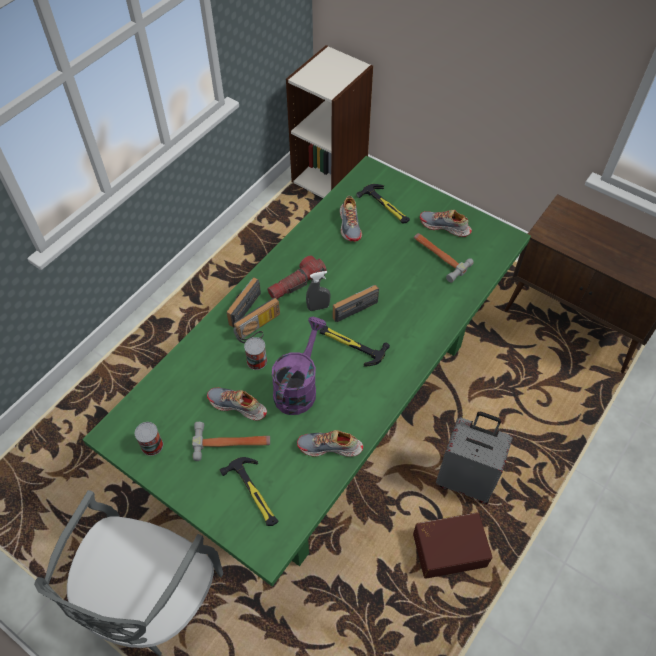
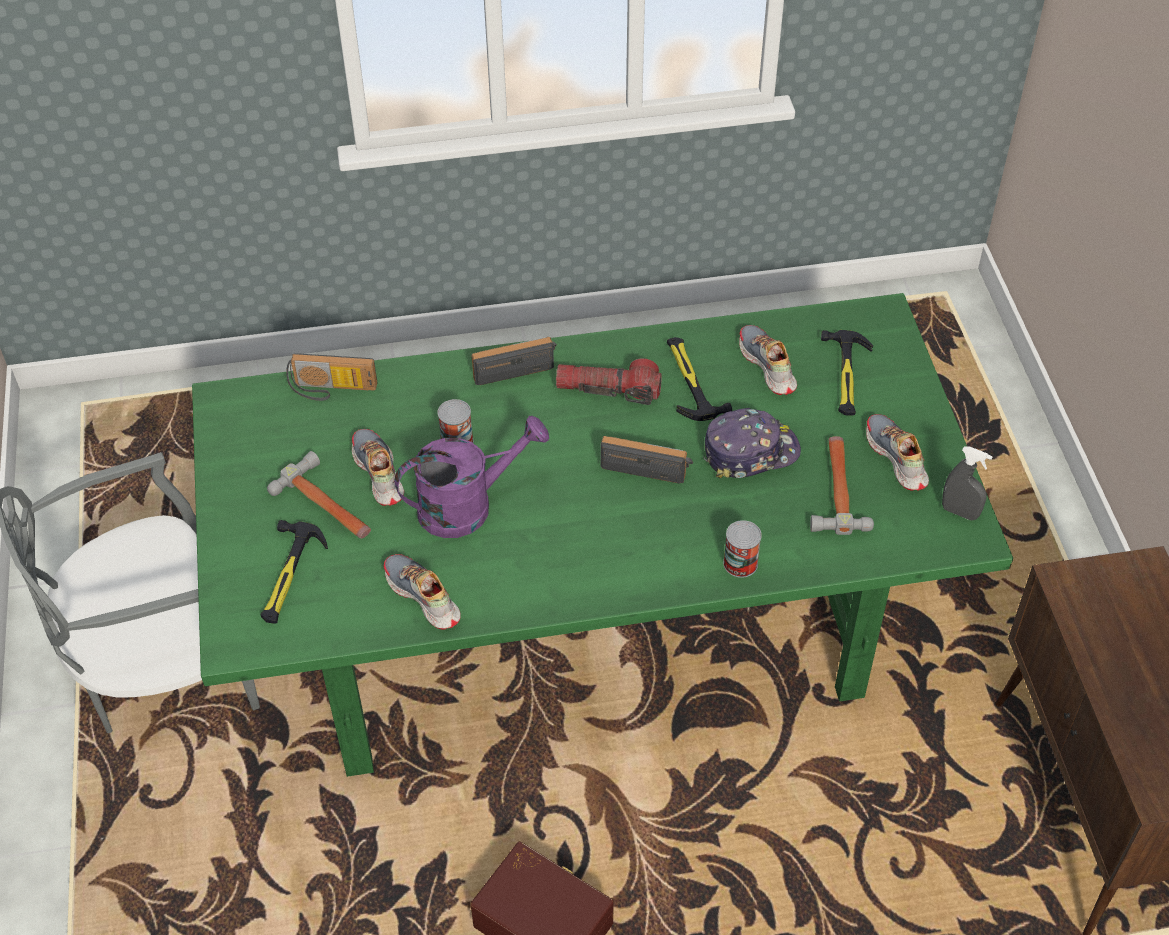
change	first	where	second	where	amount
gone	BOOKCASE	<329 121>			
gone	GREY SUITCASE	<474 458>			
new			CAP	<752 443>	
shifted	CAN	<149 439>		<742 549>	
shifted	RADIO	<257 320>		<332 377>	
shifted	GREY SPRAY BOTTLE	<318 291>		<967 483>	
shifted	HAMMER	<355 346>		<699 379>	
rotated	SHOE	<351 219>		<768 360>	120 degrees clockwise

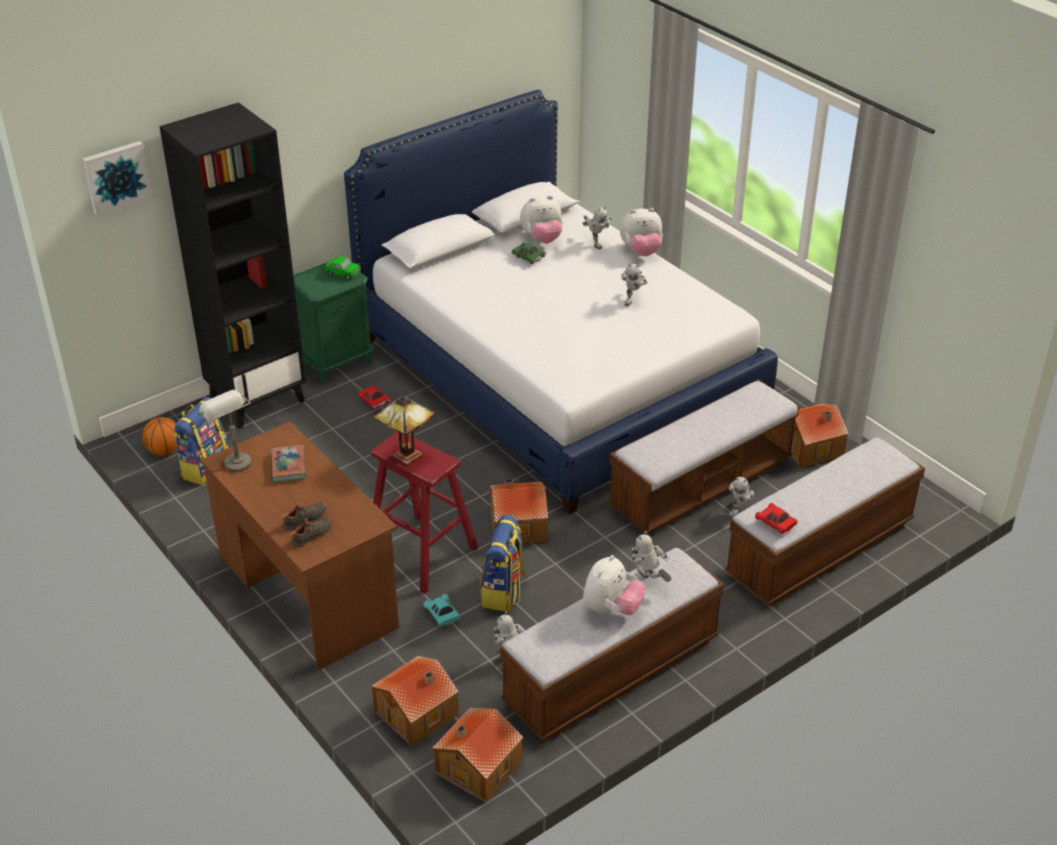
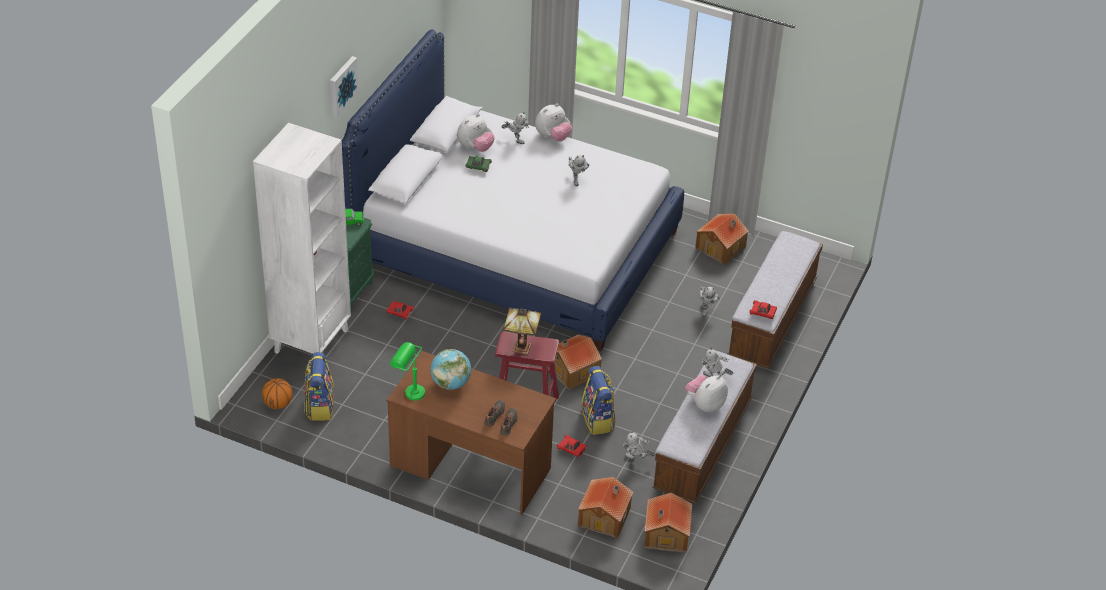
change	first	where	second	where	amount
gone	BENCH	<703 457>			
shifted	PICTURE	<117 178>		<344 87>	
swapped	BOOK	<288 464>	GLOBE	<451 369>	
repainted	BLACK BOOKCASE	<233 265>	WHITE BOOKCASE	<302 238>	
repainted	GREY TABLE LAMP	<224 431>	GREEN TABLE LAMP	<407 371>	
repainted	TURQUOISE TOY CAR	<441 610>	RED TOY CAR	<572 446>	
rotated	PLUSH TOY	<614 585>		<706 393>	135 degrees counterclockwise

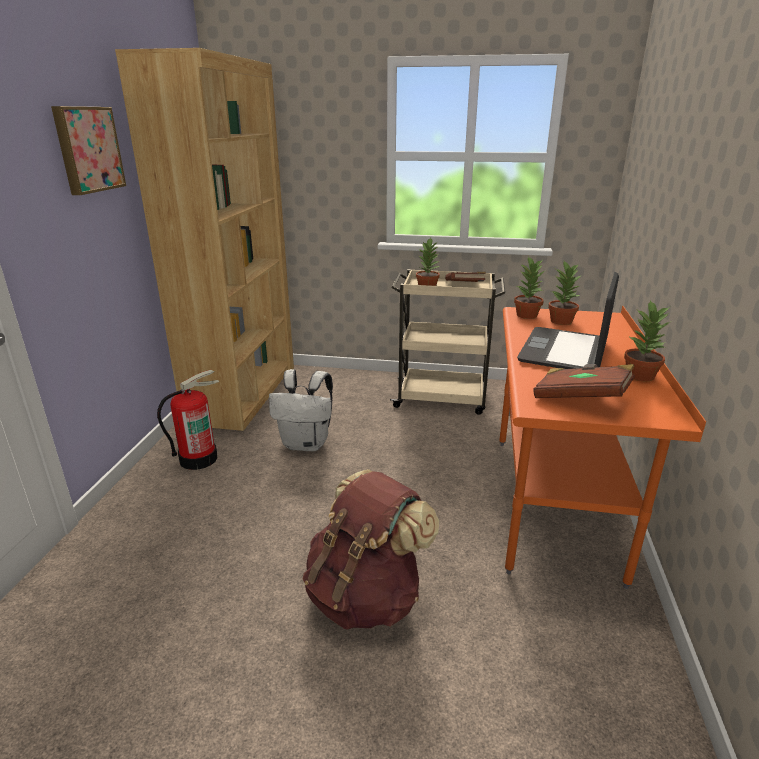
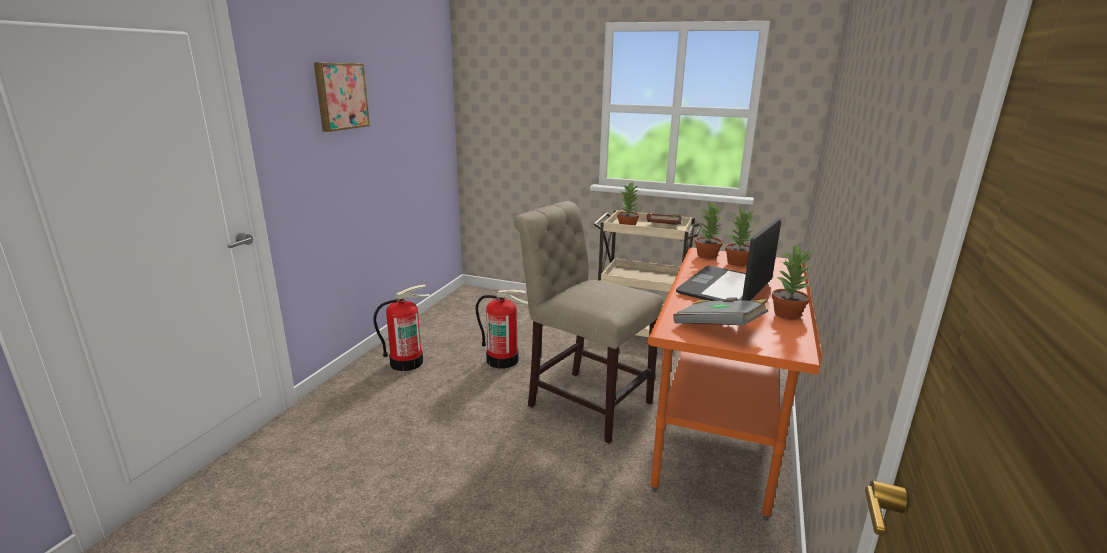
change	first	where	second	where	amount
gone	BROWN BOOKCASE	<204 239>			
gone	BROWN BACKPACK	<371 549>			
new			BEIGE CHAIR	<588 322>	
swapped	WHITE BACKPACK	<301 410>	FIRE EXTINGUISHER	<501 328>	
repainted	BROWN BOOK	<584 381>	GREY BOOK	<720 311>	

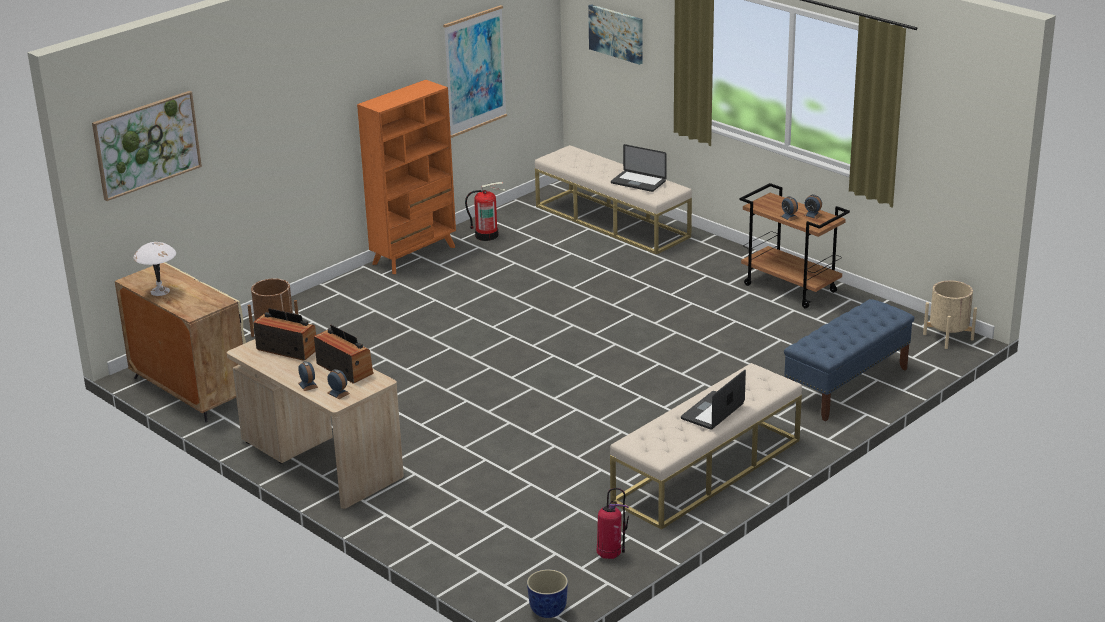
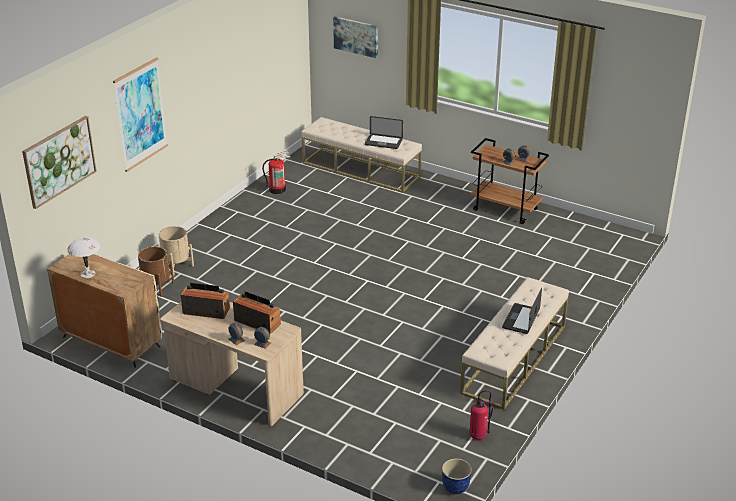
change	first	where	second	where	amount
gone	ORANGE BOOKCASE	<406 177>			
gone	BLUE BENCH	<849 360>			
shifted	PICTURE	<475 71>		<140 114>	
shifted	BEIGE PLANTER	<950 314>		<175 251>	

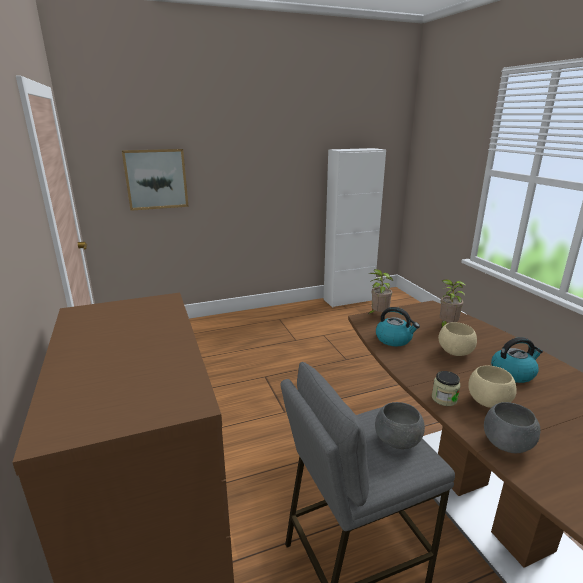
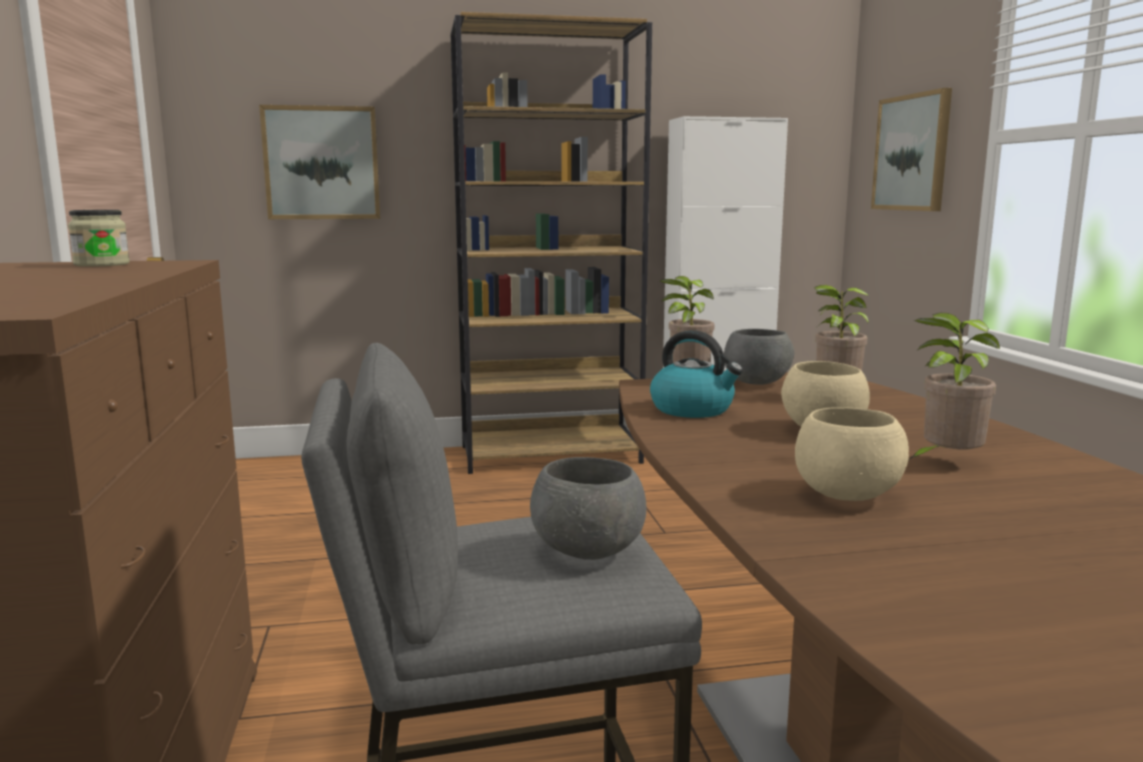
change	first	where	second	where	amount
new			BROWN BOOKCASE	<551 243>	
new			PICTURE	<911 149>	
shifted	JAR	<446 388>		<99 238>	
shifted	GREY BOWL	<512 427>		<759 357>	
swapped	KETTLE	<517 360>	POTTED PLANT	<954 386>	

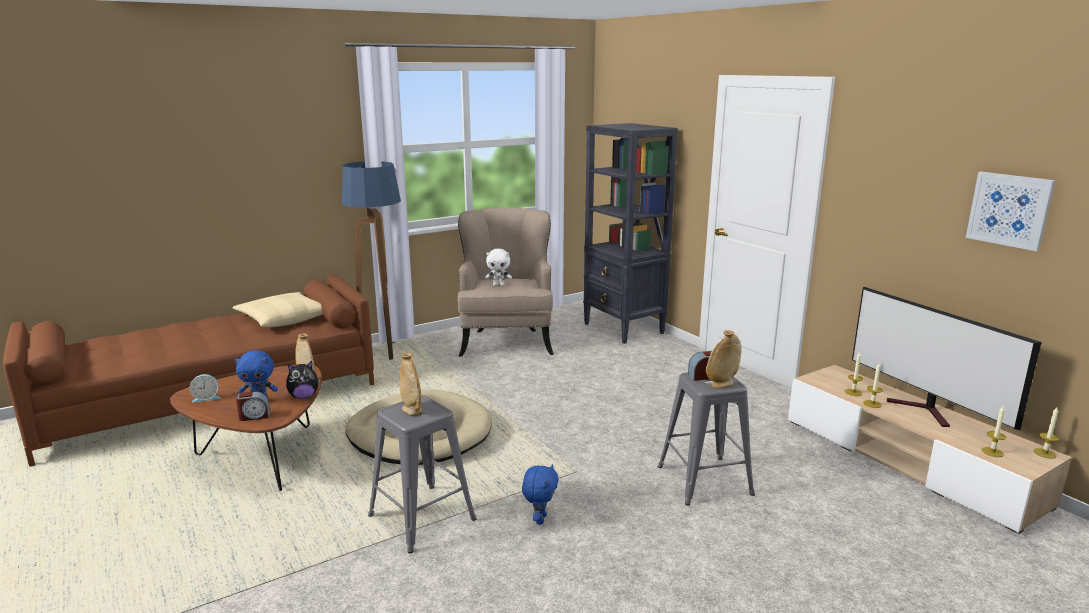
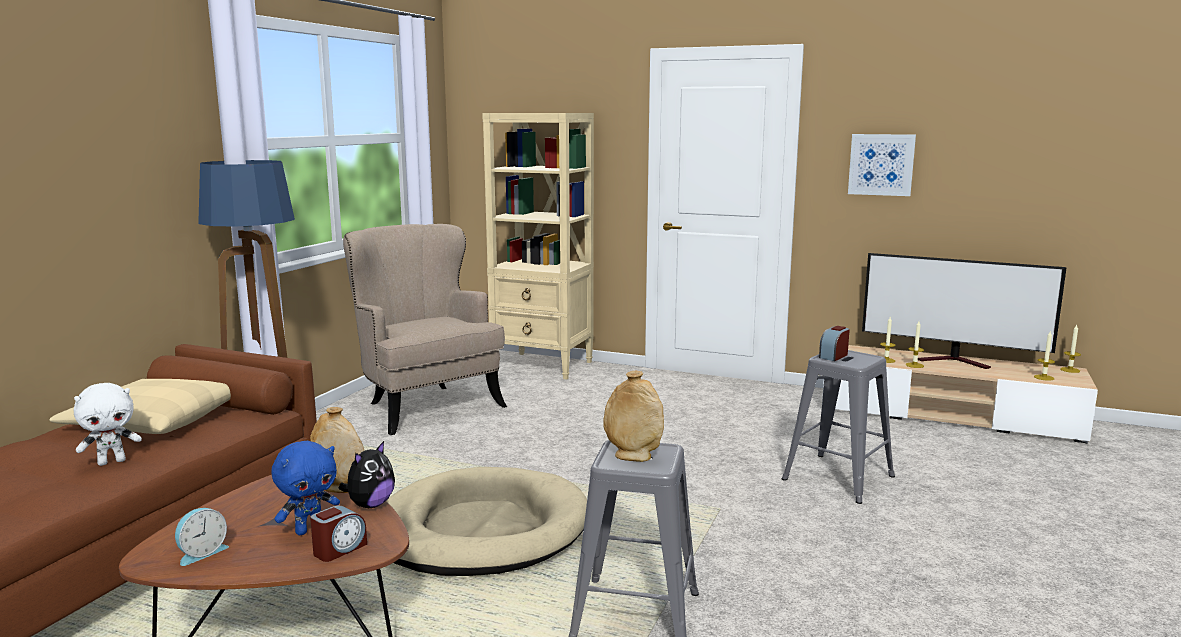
change	first	where	second	where	amount
gone	BLUE PLUSH TOY	<540 494>			
gone	BEIGE VASE	<724 359>			
shifted	WHITE PLUSH TOY	<498 267>		<107 424>	
shifted	PICTURE	<1010 211>		<882 165>	
repainted	BLACK BOOKCASE	<630 233>	BEIGE BOOKCASE	<538 246>	

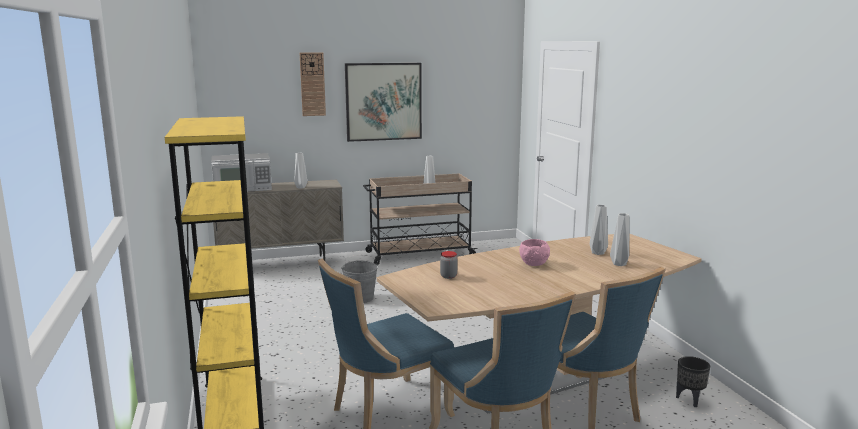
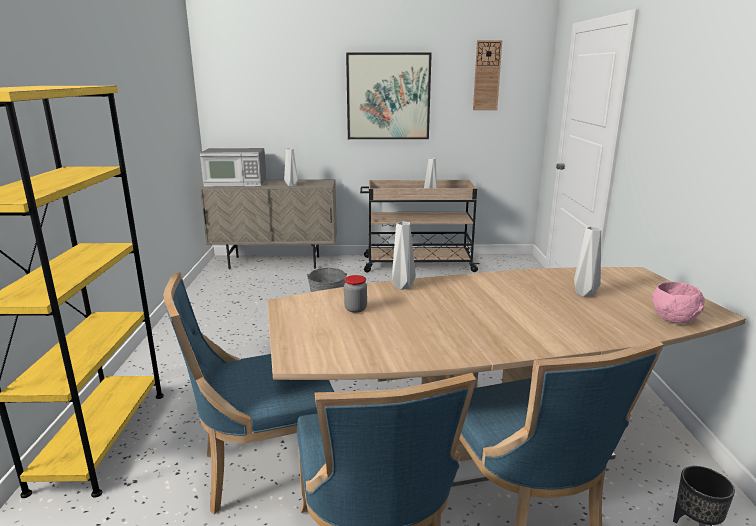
change	first	where	second	where	amount
shifted	WALL CLOCK	<313 84>		<487 75>	
shifted	PINK BOWL	<534 252>		<678 302>	
shifted	GREY VASE	<619 239>		<404 255>	

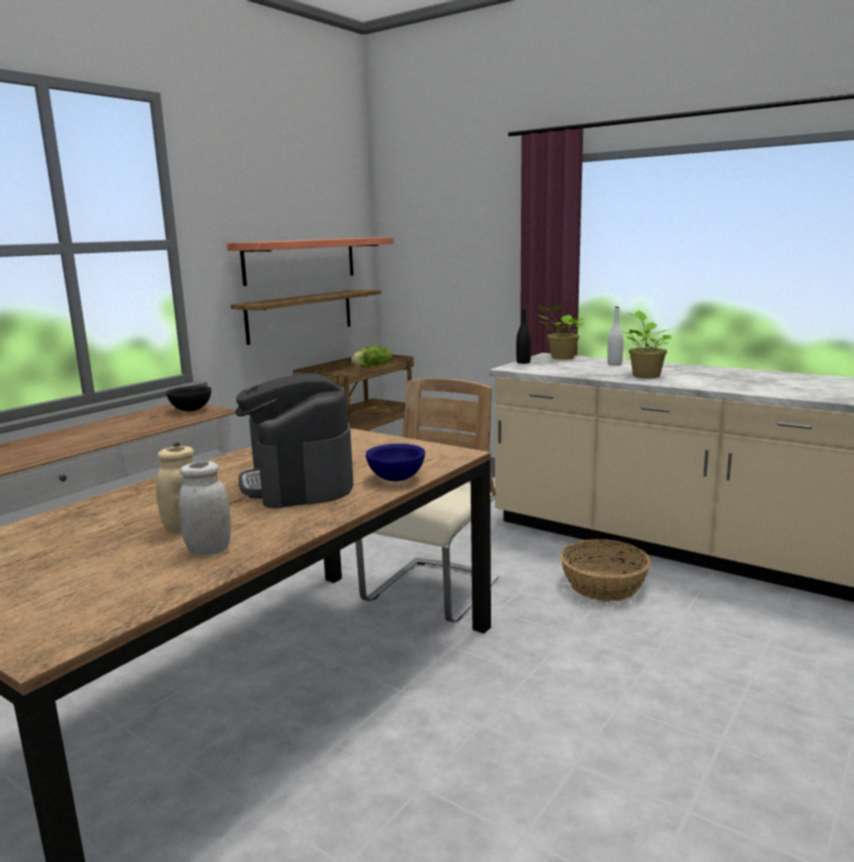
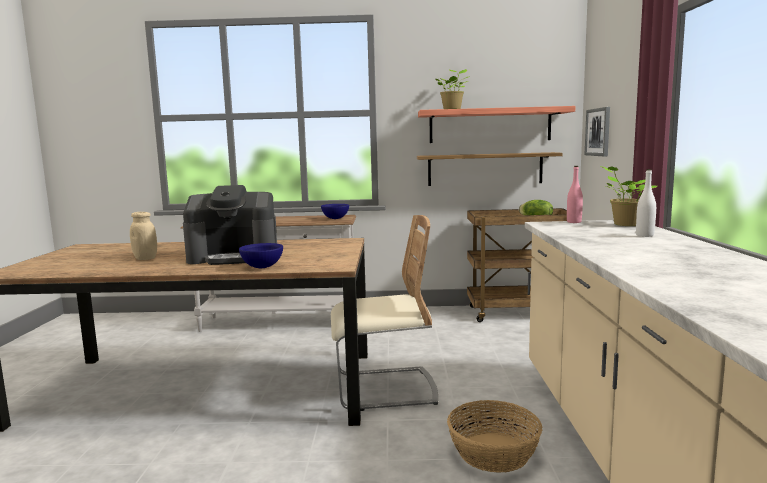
change	first	where	second	where	amount
gone	WHITE JAR	<205 508>			
new			PICTURE	<597 131>	
shifted	POTTED PLANT	<646 344>		<452 89>	
repainted	BLACK BOWL	<188 398>	BLUE BOWL	<335 211>	
repainted	BLACK BOTTLE	<523 335>	PINK BOTTLE	<575 194>	
rotated	COFFEE MACHINE	<294 440>		<230 225>	135 degrees counterclockwise

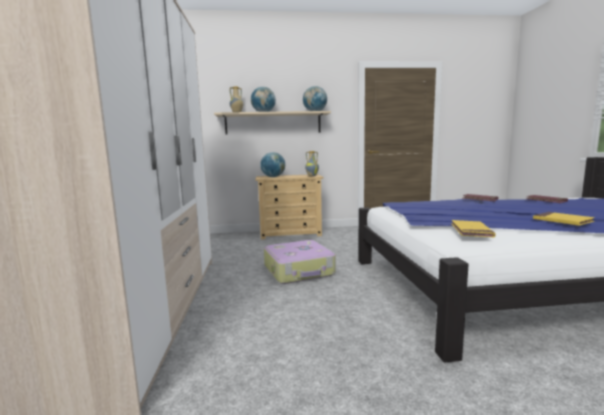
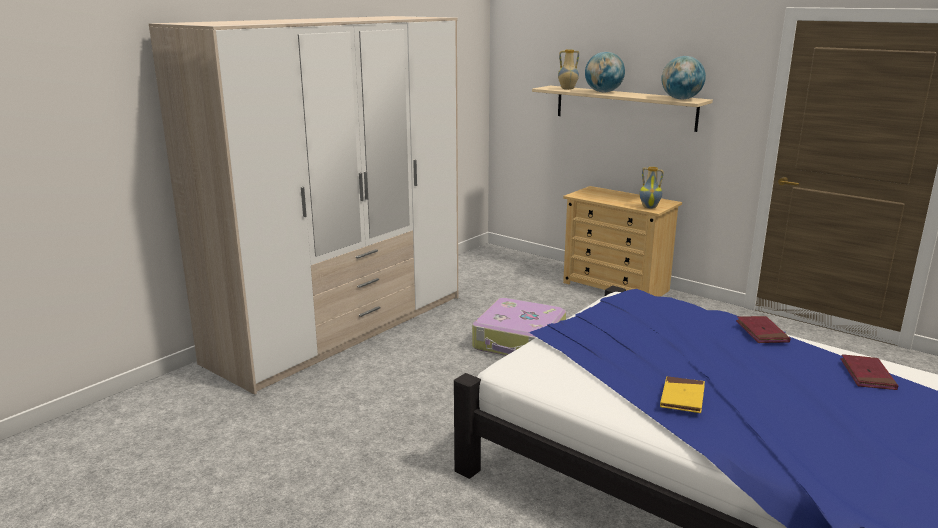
change	first	where	second	where	amount
gone	GLOBE	<272 164>			
gone	YELLOW BOOK	<473 229>			

